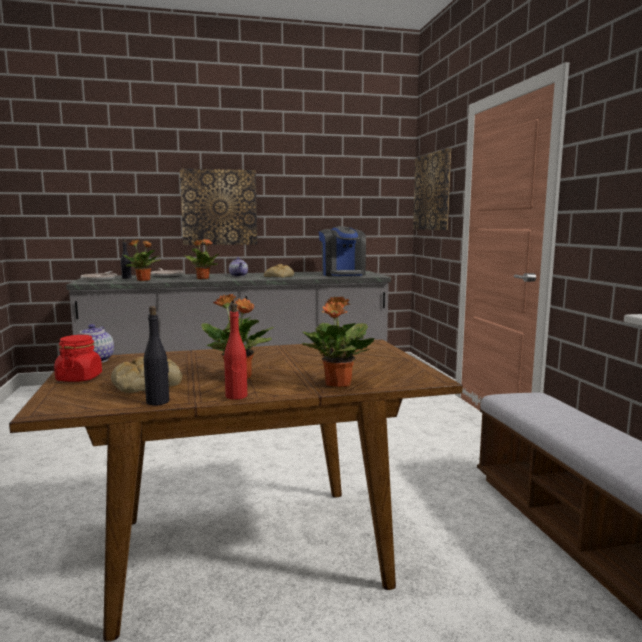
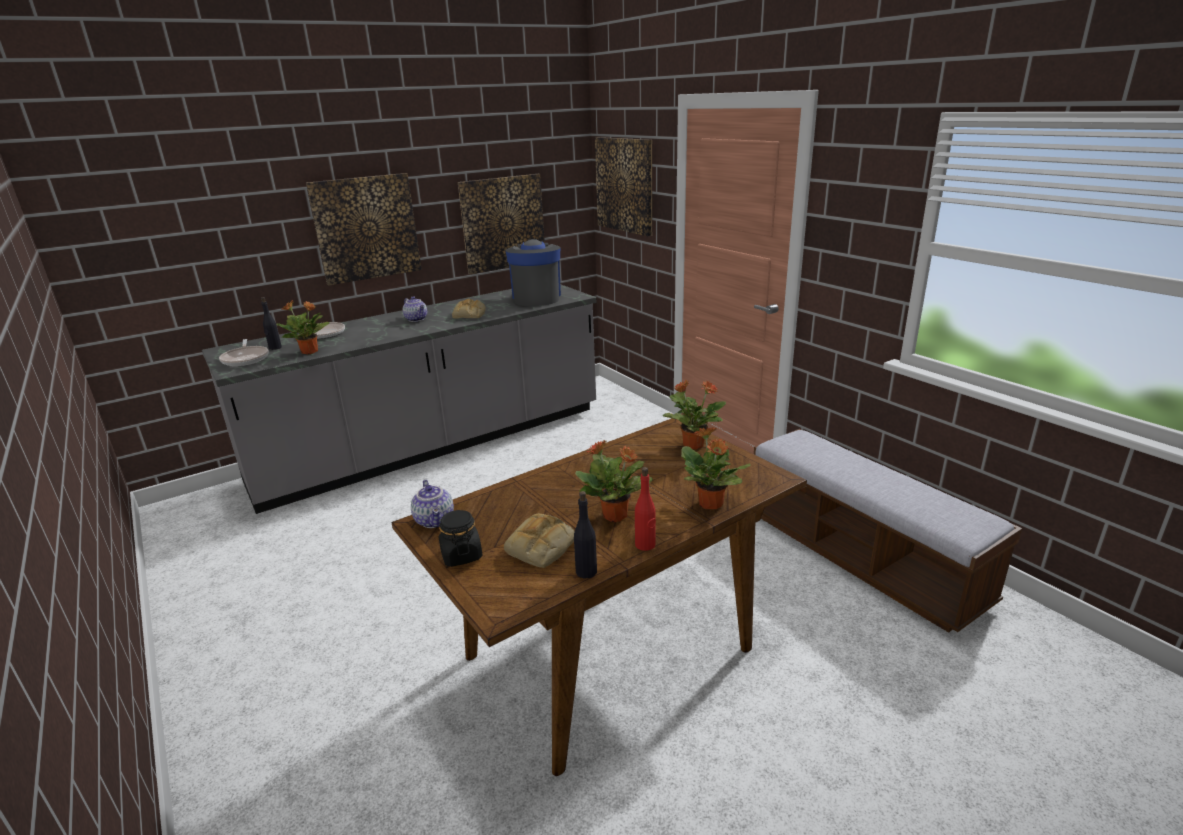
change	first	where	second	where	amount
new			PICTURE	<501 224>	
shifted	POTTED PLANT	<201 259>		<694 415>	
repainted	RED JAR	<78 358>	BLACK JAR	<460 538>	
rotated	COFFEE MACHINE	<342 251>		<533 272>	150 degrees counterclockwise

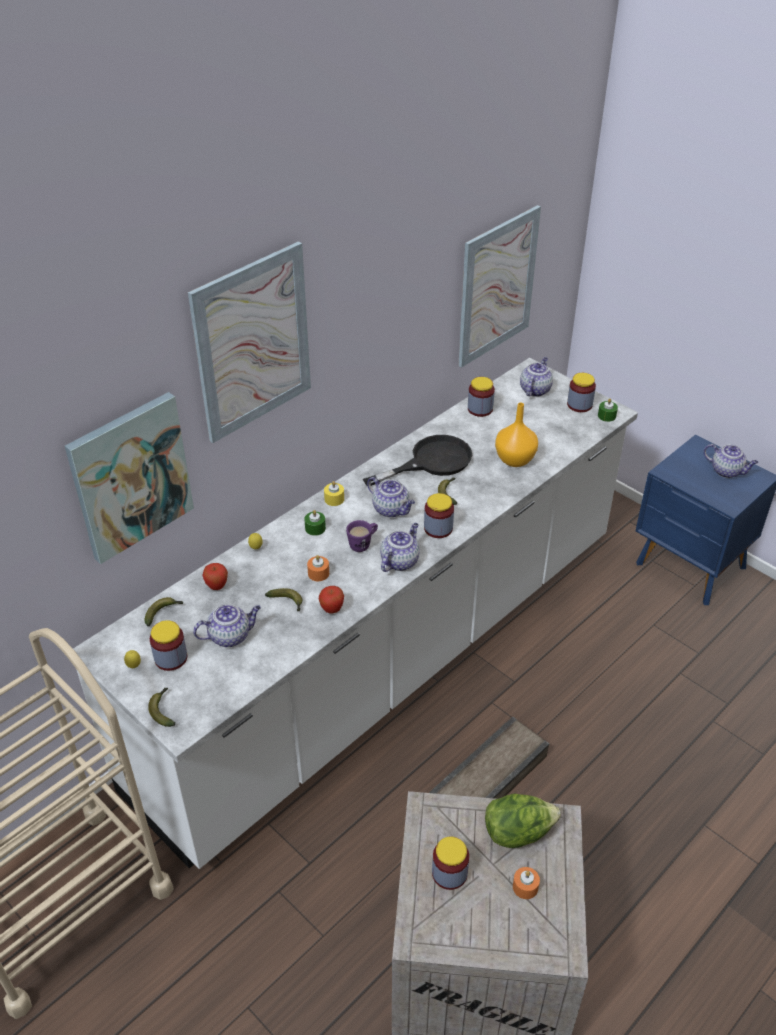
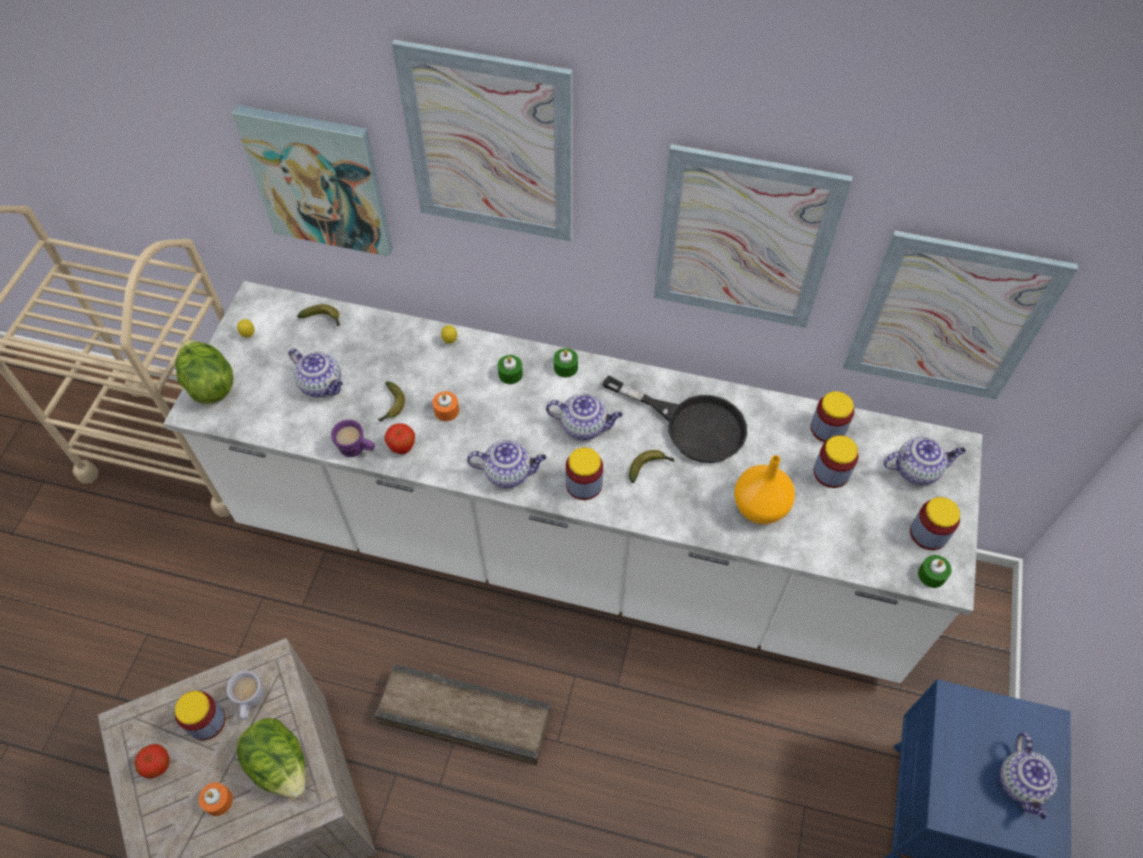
change	first	where	second	where	amount
new			WHITE MUG	<245 695>	
new			PICTURE	<753 236>	
shifted	JAR	<168 645>		<836 461>	
shifted	APPLE	<215 576>		<152 761>	
shifted	PURPLE MUG	<362 536>		<353 438>	
swapped	BANANA	<161 707>	LETTUCE	<204 372>	
repainted	YELLOW CANDLE	<334 493>	GREEN CANDLE	<566 362>	
rotated	TEAPOT	<391 497>		<584 417>	90 degrees counterclockwise

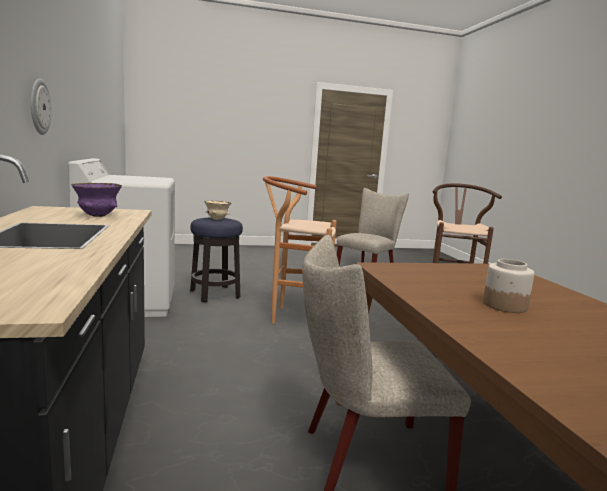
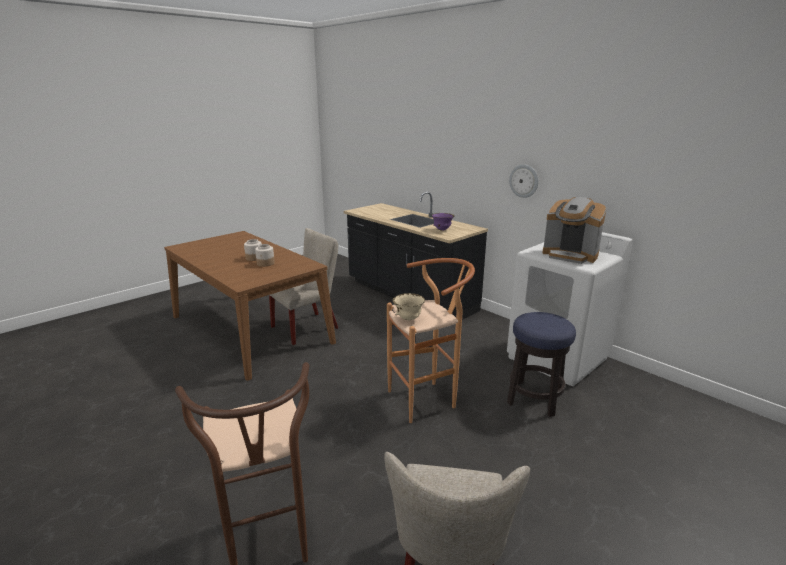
change	first	where	second	where	amount
new			JAR	<265 255>	
new			COFFEE MACHINE	<574 230>	
shifted	BEIGE BOWL	<217 210>		<408 306>	

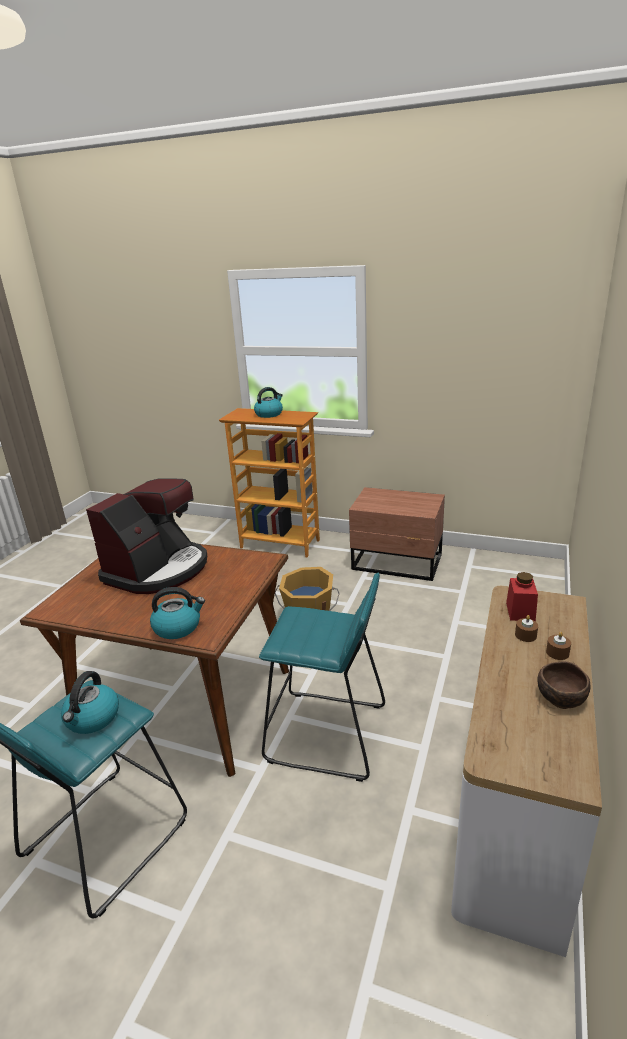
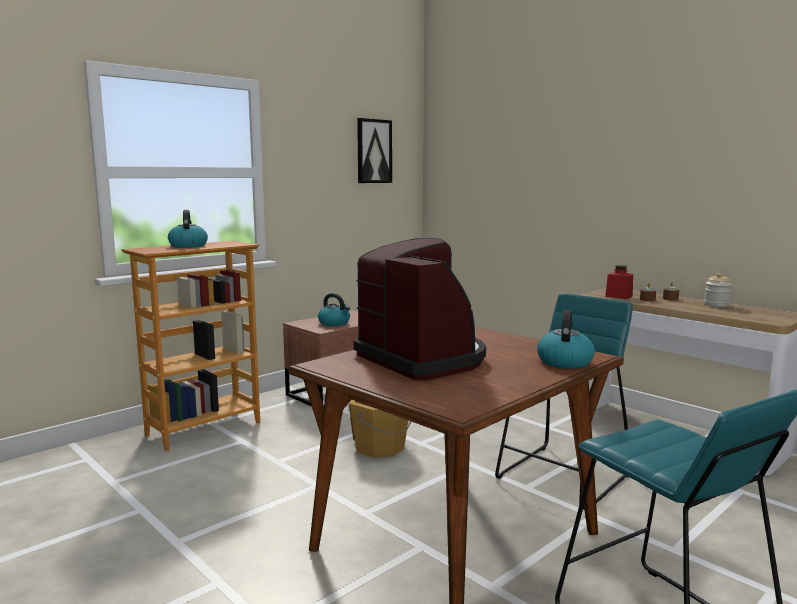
change	first	where	second	where	amount
new			PICTURE	<374 150>	
shifted	KETTLE	<90 702>		<334 309>	
swapped	BROWN BOWL	<564 685>	JAR	<718 290>	

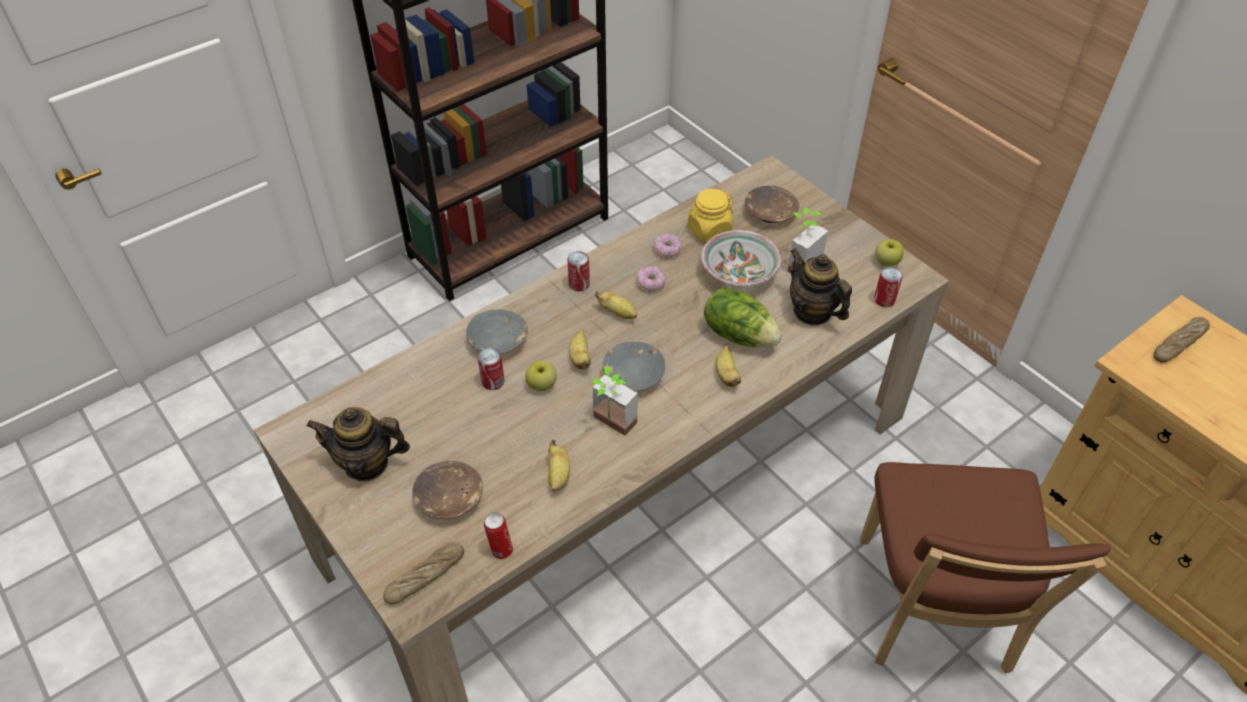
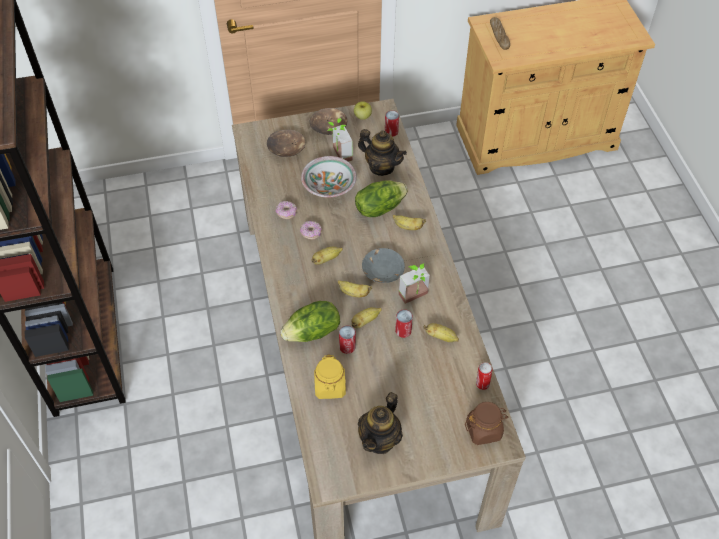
change	first	where	second	where	amount
gone	BROWN CHAIR	<985 567>			
shifted	BROWN BOWL	<447 490>		<328 121>	
shifted	CAN	<579 271>		<404 323>	
shifted	YELLOW JAR	<710 216>		<330 376>	
swapped	BREAD	<423 573>	BROWN JAR	<486 423>	
swapped	GREY BOWL	<497 332>	LETTUCE	<310 321>	
swapped	APPLE	<541 376>	BANANA	<366 317>	
rotated	TEAPOT	<821 286>		<382 152>	135 degrees counterclockwise

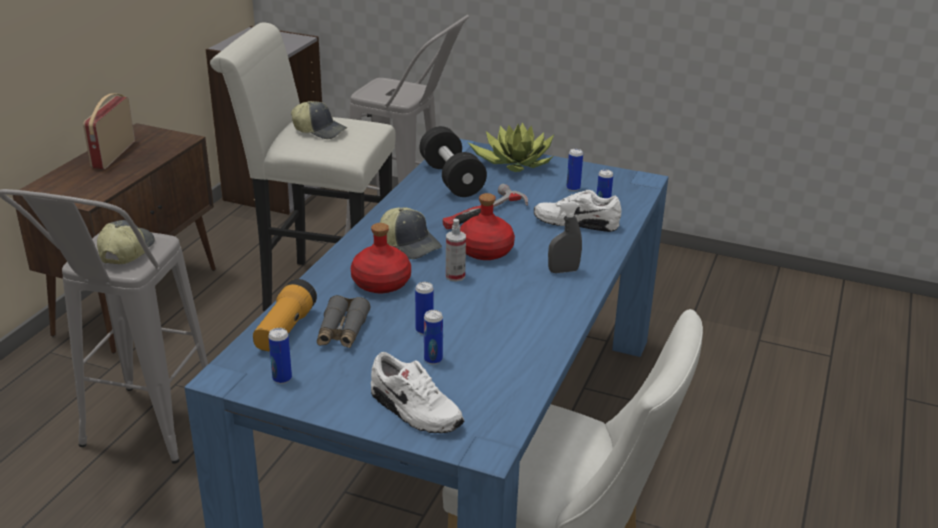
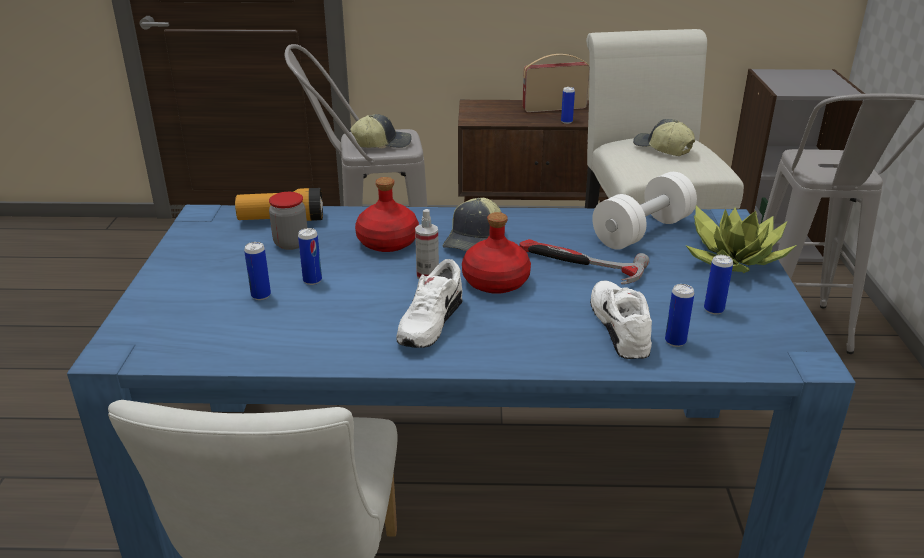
change	first	where	second	where	amount
gone	GREY SPRAY BOTTLE	<565 237>			
shifted	CAN	<280 356>		<568 105>	
shifted	WHITE SHOE	<418 392>		<429 303>	
swapped	GREY BINOCULARS	<343 321>	JAR	<288 221>	
repainted	BLACK DUMBBELL	<453 161>	WHITE DUMBBELL	<644 211>	
rotated	CAP	<319 120>		<664 137>	135 degrees clockwise

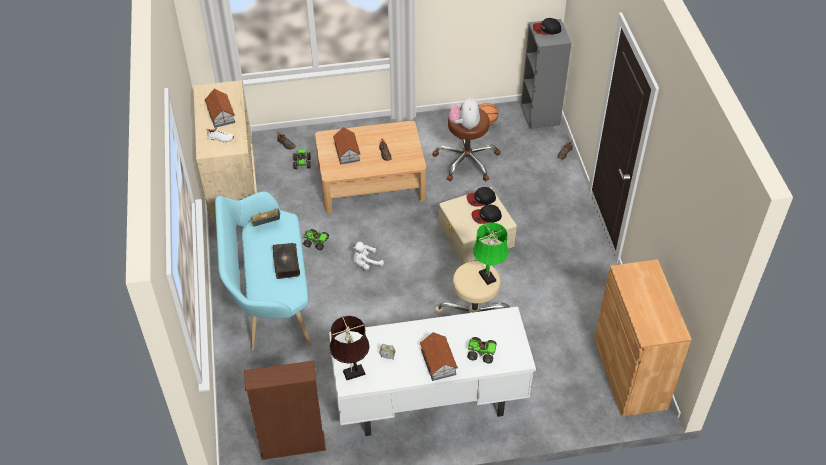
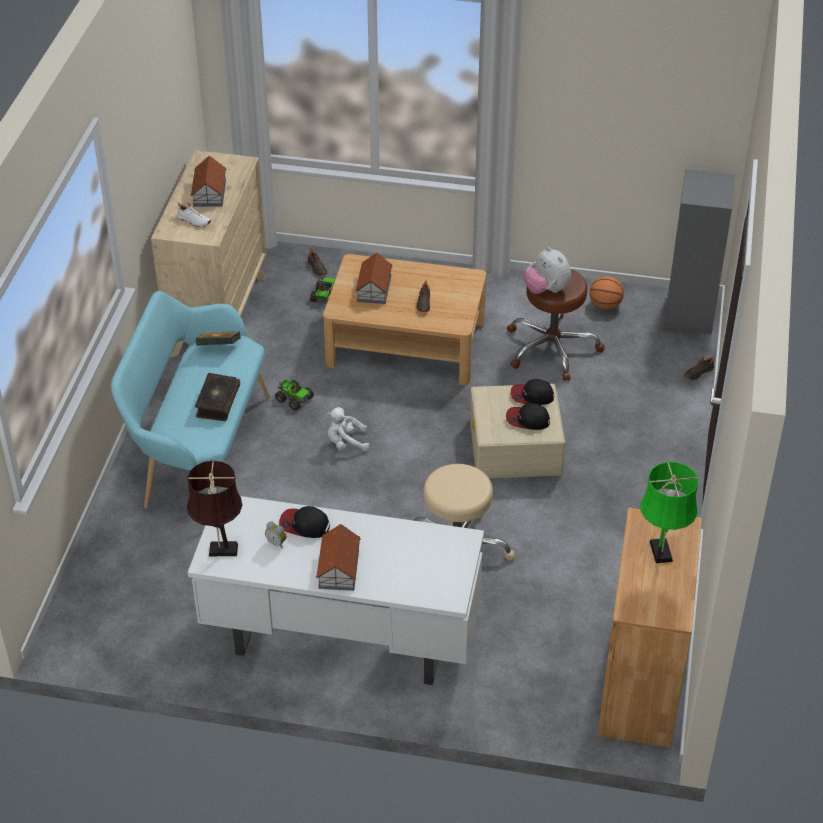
change	first	where	second	where	amount
gone	BROWN BOOKCASE	<285 410>			
gone	TOY TRUCK	<482 350>			
shifted	GREEN TABLE LAMP	<491 253>		<669 512>	
shifted	CAP	<547 26>		<304 522>	
rotated	PLUSH TOY	<464 113>		<547 270>	60 degrees counterclockwise

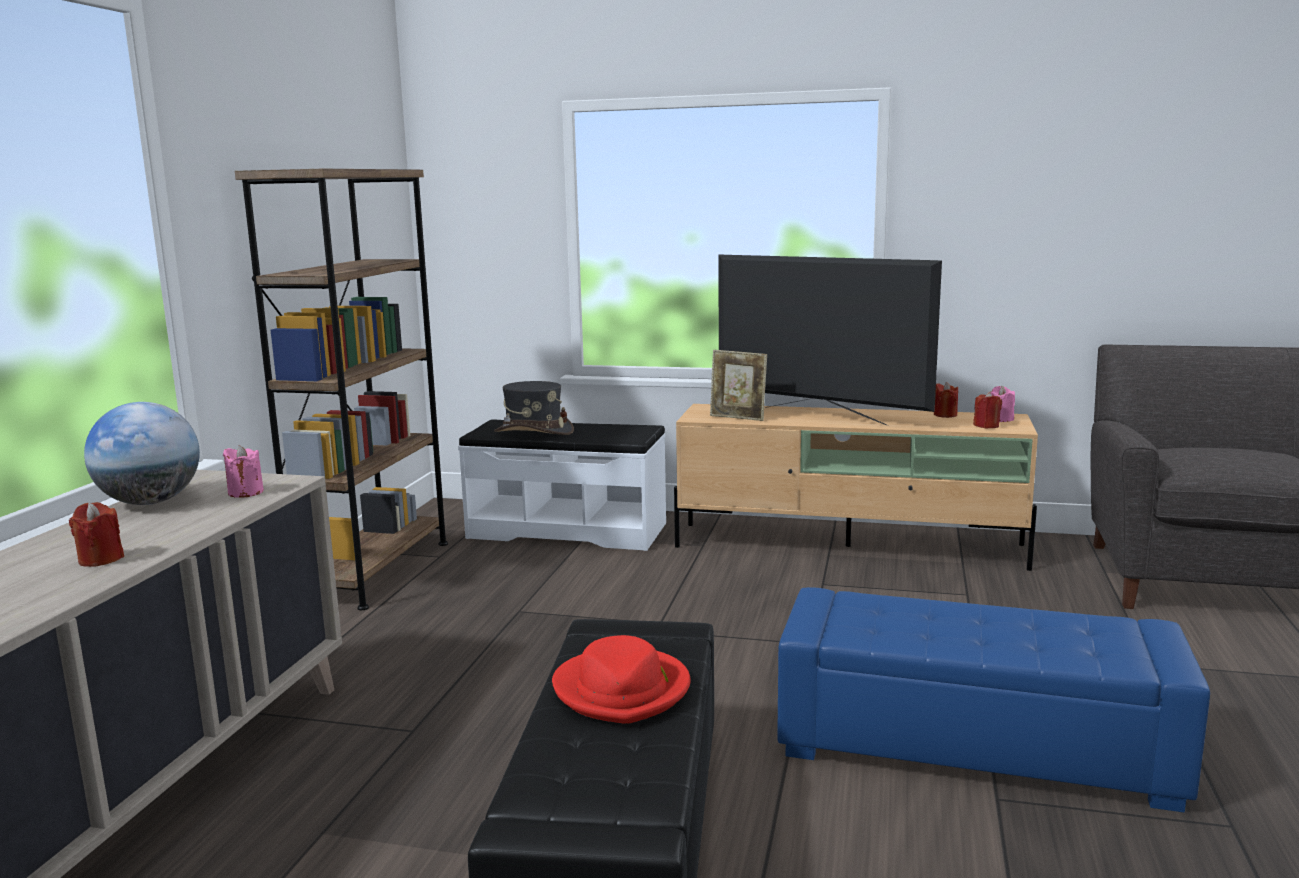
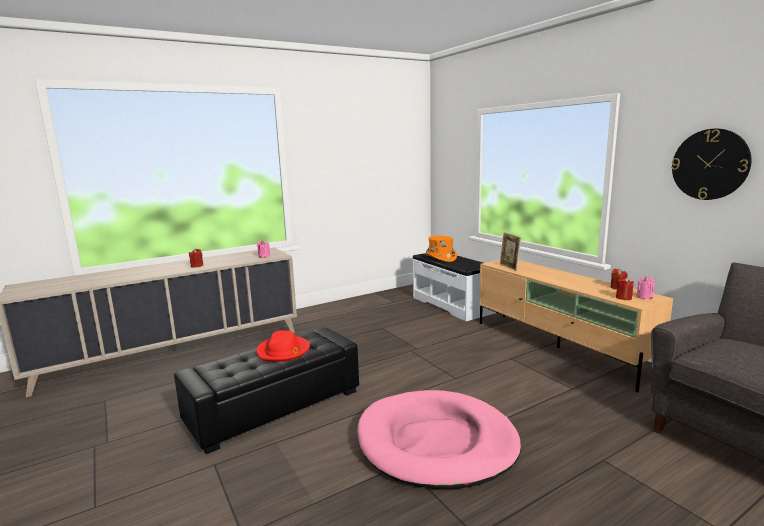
change	first	where	second	where	amount
gone	GLOBE	<142 453>			
gone	BROWN BOOKCASE	<341 389>			
gone	TELEVISION	<830 339>			
new			WALL CLOCK	<711 164>	
swapped	BLUE OTTOMAN	<993 700>	PINK DOG BED	<439 439>	
repainted	GREY HAT	<534 408>	ORANGE HAT	<440 249>	

